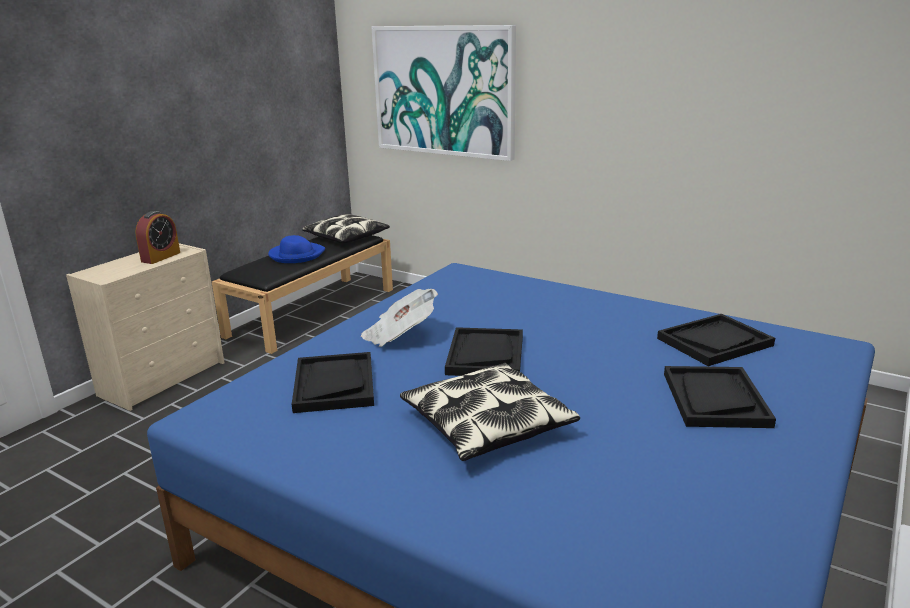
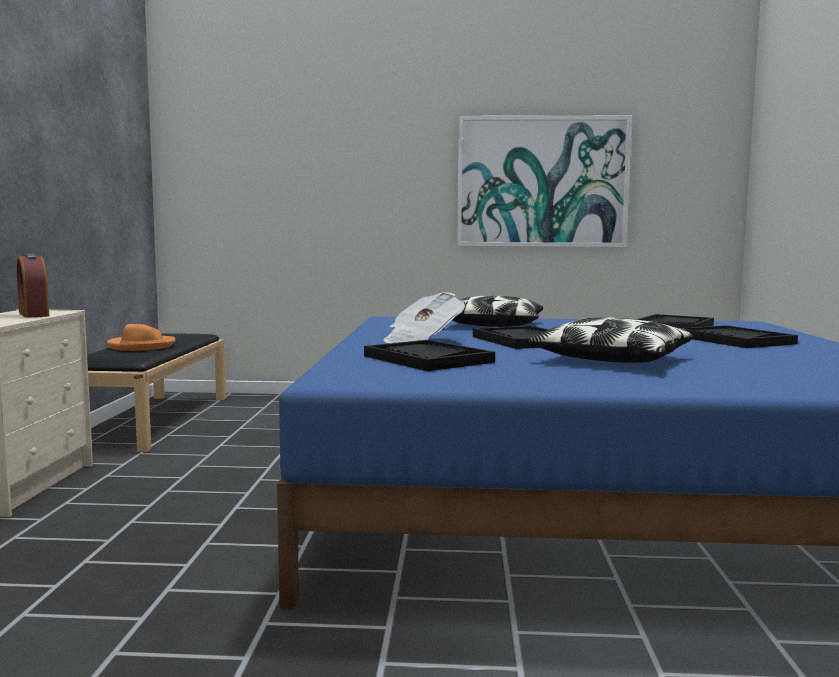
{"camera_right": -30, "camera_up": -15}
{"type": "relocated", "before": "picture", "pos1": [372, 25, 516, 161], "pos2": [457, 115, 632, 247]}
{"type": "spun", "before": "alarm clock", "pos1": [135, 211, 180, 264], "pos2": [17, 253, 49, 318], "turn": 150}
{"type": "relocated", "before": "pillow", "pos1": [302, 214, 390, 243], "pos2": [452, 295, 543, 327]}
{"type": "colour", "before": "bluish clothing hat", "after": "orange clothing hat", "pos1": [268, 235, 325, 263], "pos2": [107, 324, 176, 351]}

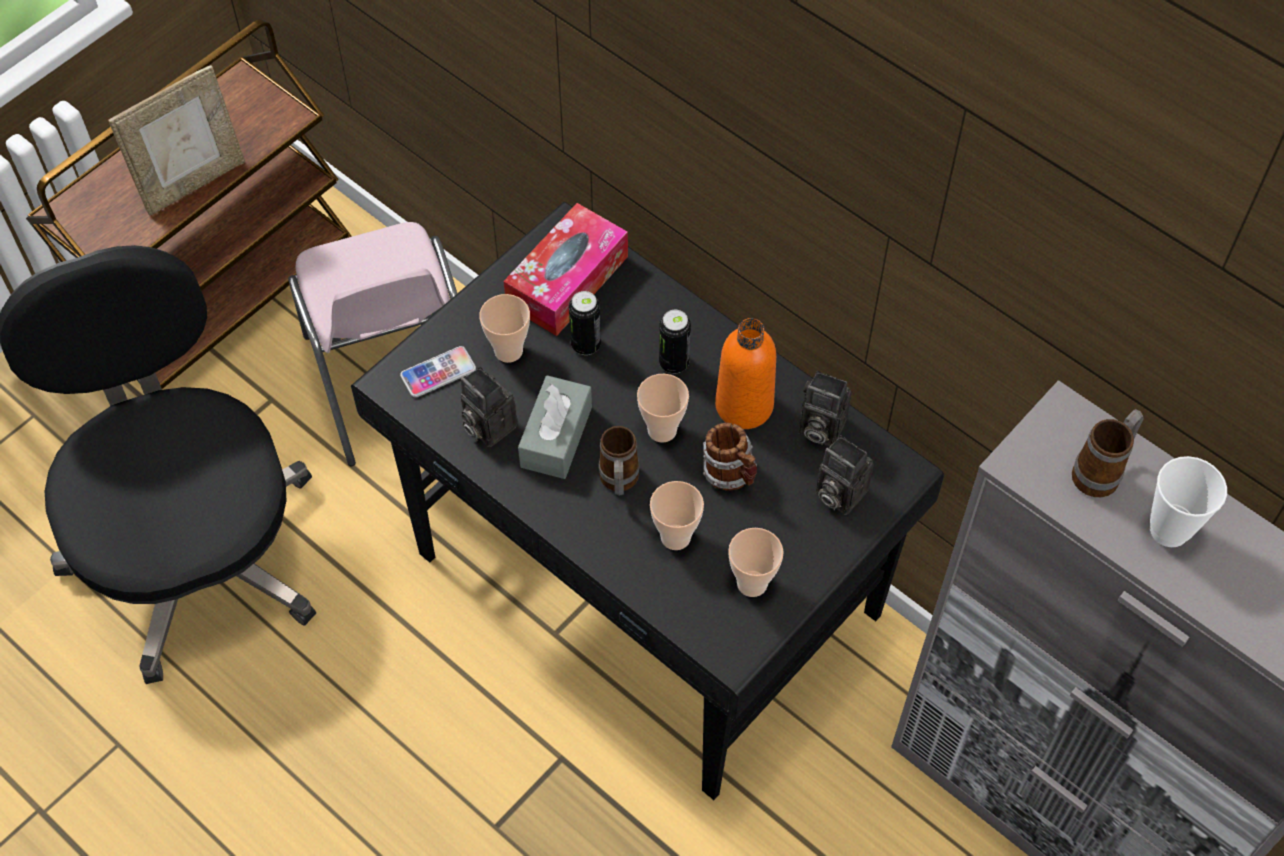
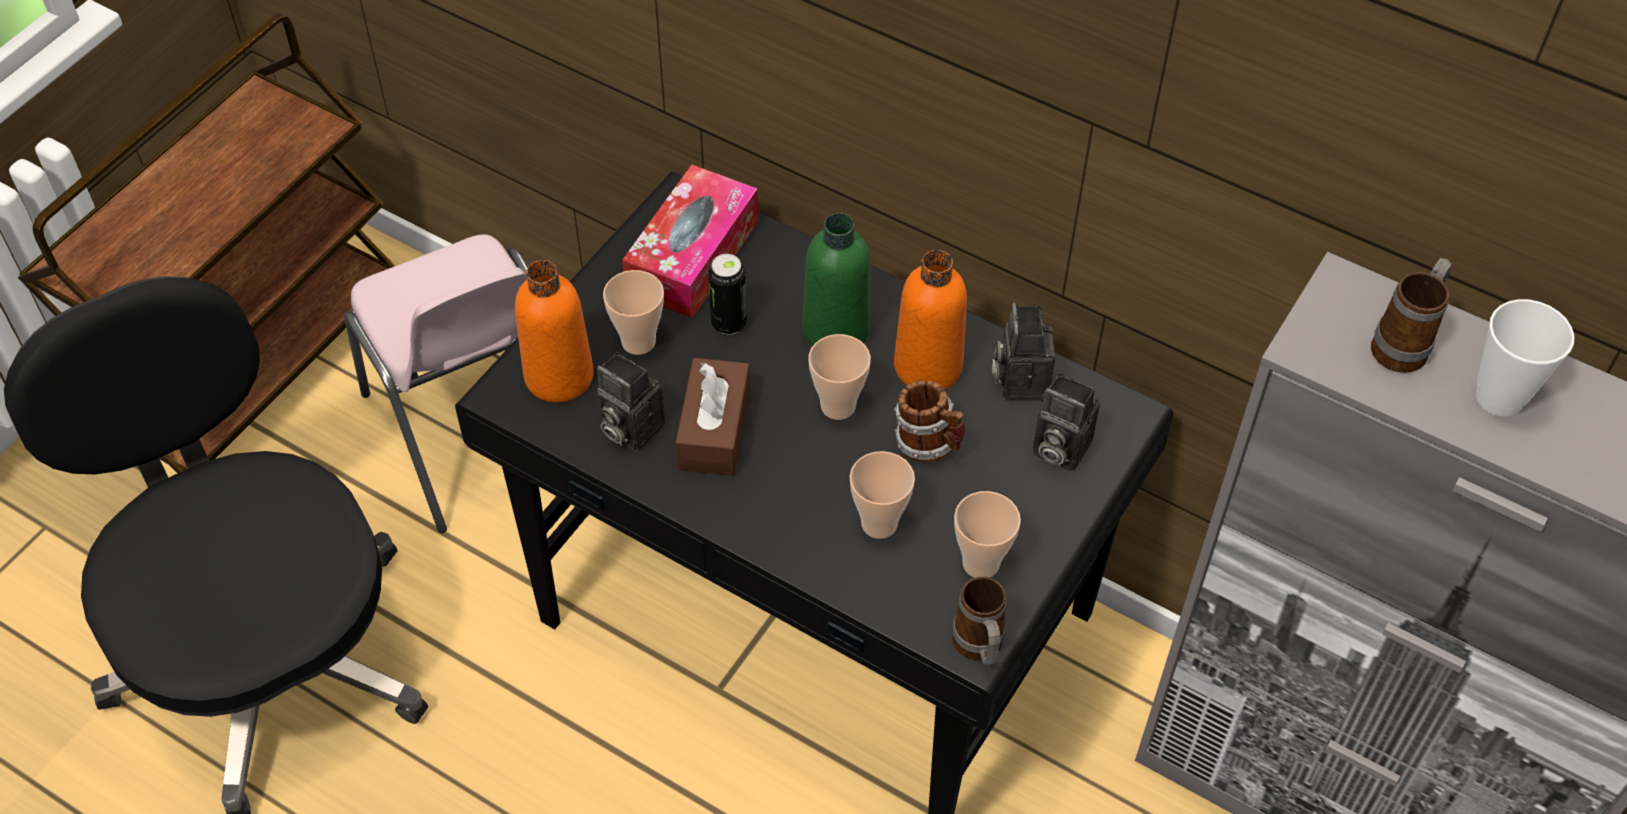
{"camera_right": -10, "camera_up": -5}
{"type": "missing", "before": "standing frame", "pos1": [108, 65, 245, 216]}
{"type": "exchanged", "before": "can", "after": "green drink bottle", "pos1": [659, 310, 691, 374], "pos2": [802, 213, 871, 347]}
{"type": "exchanged", "before": "handset", "after": "orange drink bottle", "pos1": [400, 346, 476, 397], "pos2": [515, 260, 594, 403]}
{"type": "spun", "before": "photo camera", "pos1": [799, 371, 852, 446], "pos2": [992, 303, 1055, 401], "turn": 75}
{"type": "colour", "before": "grey box of tissues", "after": "brownish box of tissues", "pos1": [518, 375, 592, 479], "pos2": [675, 358, 750, 476]}
{"type": "relocated", "before": "coffee mug", "pos1": [599, 426, 640, 496], "pos2": [952, 577, 1007, 666]}

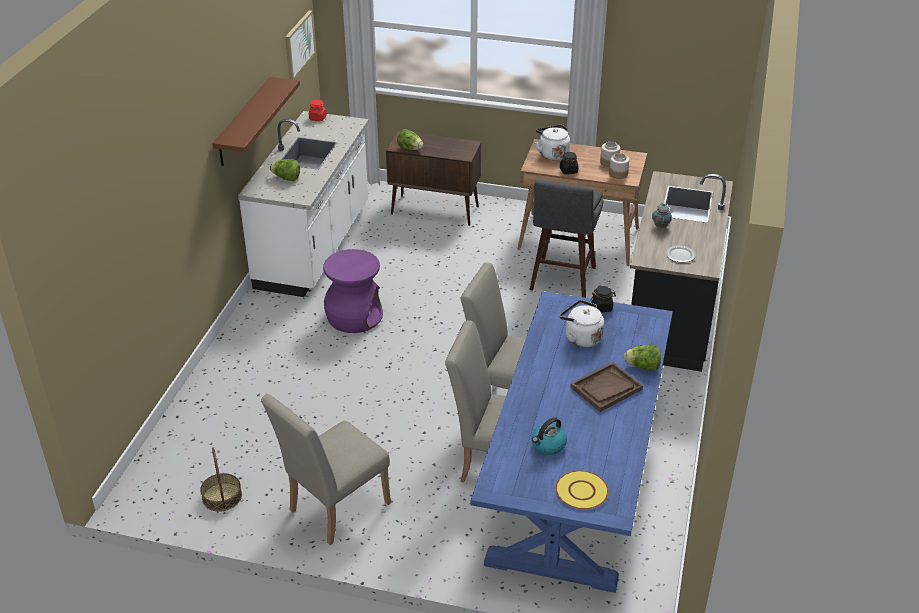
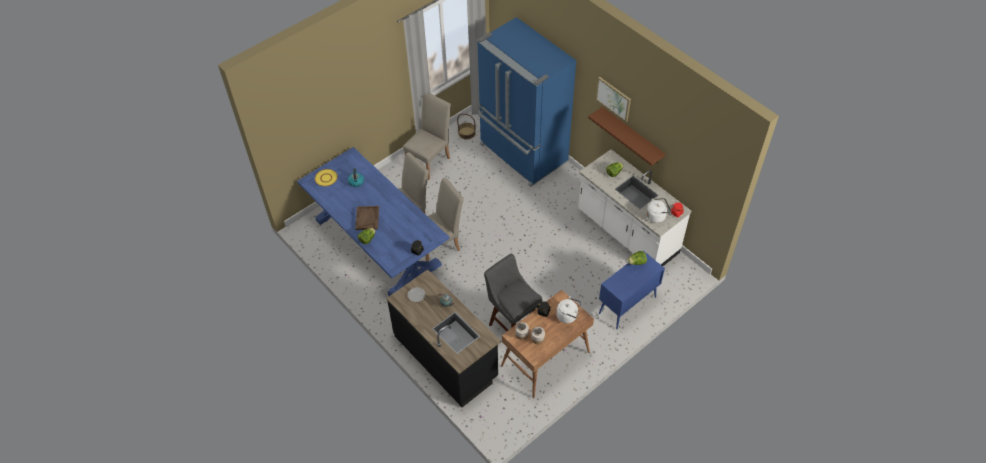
{"camera_right": 125, "camera_up": 15}
{"type": "relocated", "before": "picture", "pos1": [285, 11, 316, 80], "pos2": [596, 77, 631, 122]}
{"type": "colour", "before": "brownish cupboard", "after": "bluish cupboard", "pos1": [386, 131, 481, 226], "pos2": [599, 251, 665, 329]}
{"type": "missing", "before": "purplish stool", "pos1": [323, 249, 383, 333]}
{"type": "relocated", "before": "whitish water kettle", "pos1": [560, 300, 604, 348], "pos2": [646, 198, 671, 223]}
{"type": "spun", "before": "sand-coloured upright chair", "pos1": [261, 394, 391, 545], "pos2": [403, 92, 451, 180], "turn": 45}
{"type": "appeared", "after": "bluish kitchen fridge", "pos2": [477, 17, 576, 187]}

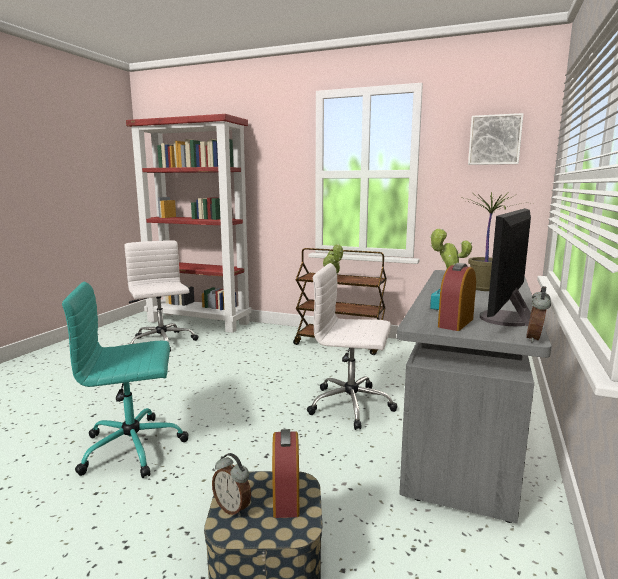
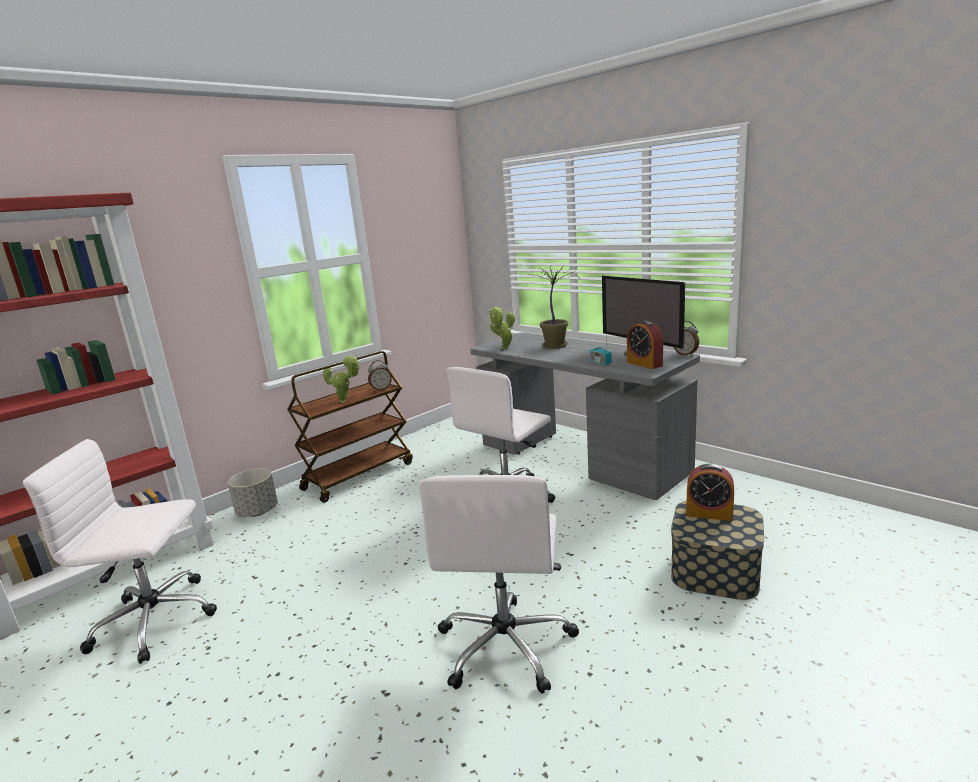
{"camera_right": -65, "camera_up": 5}
{"type": "missing", "before": "picture", "pos1": [468, 113, 524, 165]}
{"type": "colour", "before": "turquoise desk chair", "after": "whitish desk chair", "pos1": [62, 281, 189, 478], "pos2": [418, 475, 579, 694]}
{"type": "relocated", "before": "alarm clock", "pos1": [212, 453, 251, 517], "pos2": [368, 360, 392, 391]}
{"type": "appeared", "after": "grey planter", "pos2": [228, 468, 278, 517]}

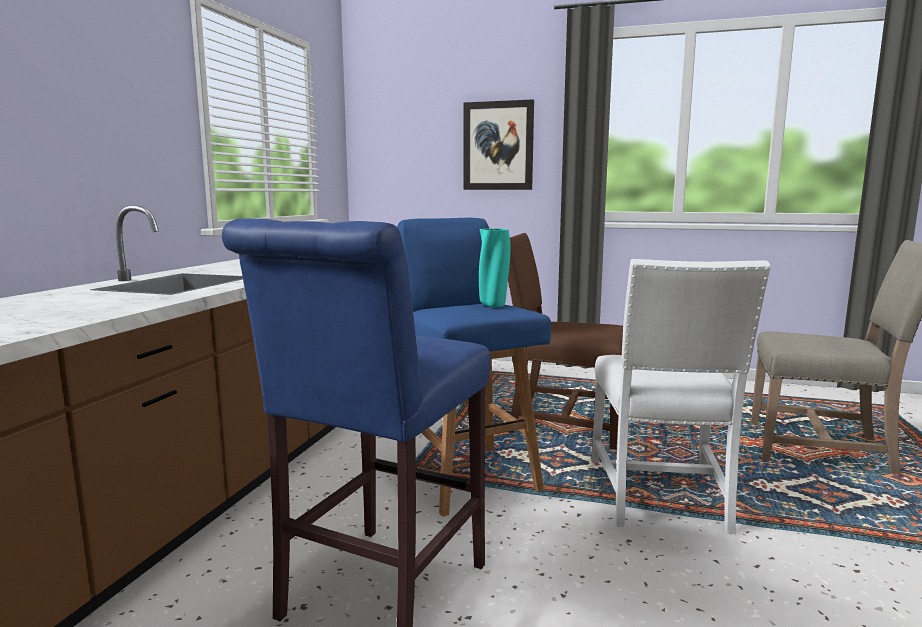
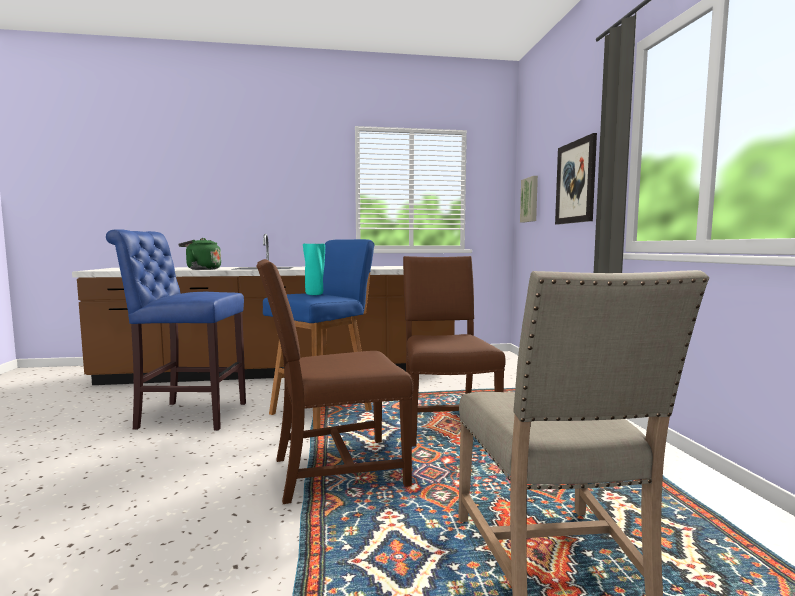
{"camera_right": 65, "camera_up": -5}
{"type": "colour", "before": "whitish upright chair", "after": "brownish upright chair", "pos1": [592, 259, 771, 534], "pos2": [256, 259, 414, 504]}
{"type": "appeared", "after": "picture", "pos2": [520, 176, 538, 223]}
{"type": "appeared", "after": "green water kettle", "pos2": [179, 238, 221, 270]}

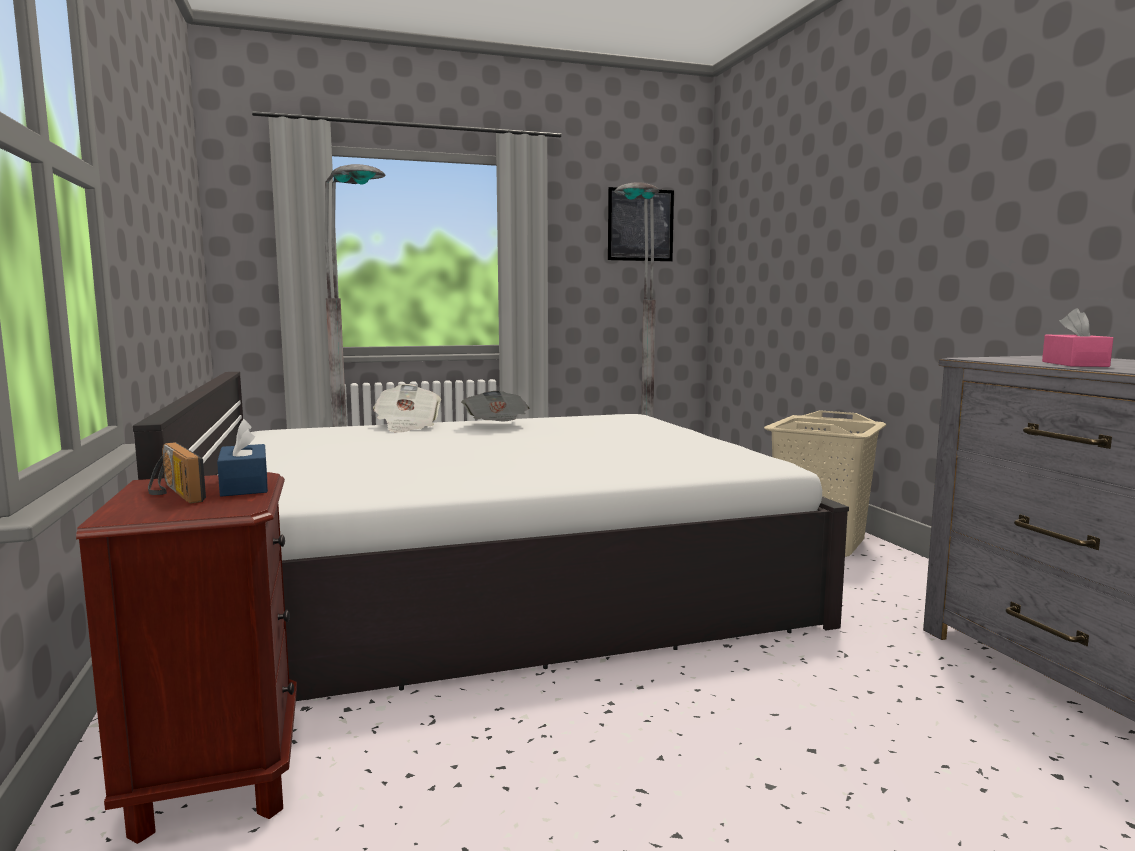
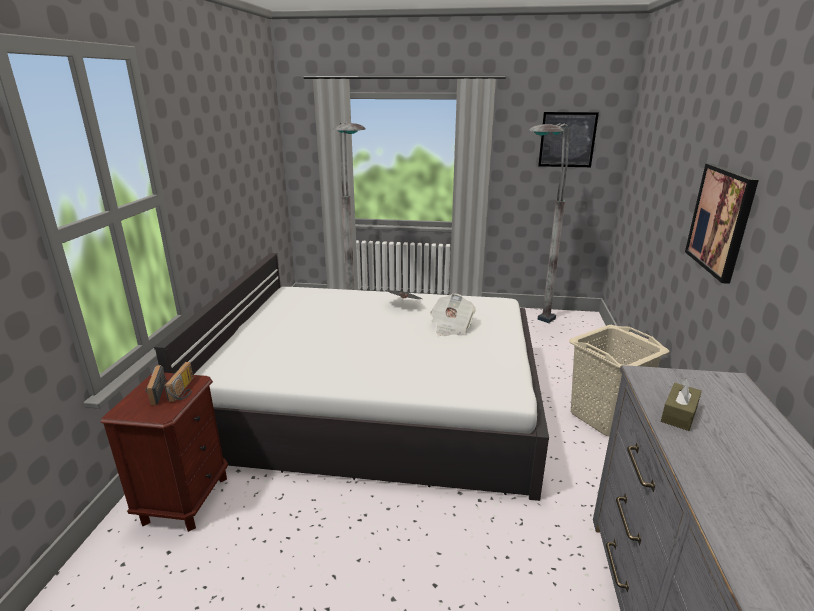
{"camera_right": 25, "camera_up": 15}
{"type": "colour", "before": "pinkish box of tissues", "after": "brownish box of tissues", "pos1": [1042, 308, 1113, 367], "pos2": [661, 378, 702, 431]}
{"type": "relocated", "before": "daily paper", "pos1": [373, 384, 441, 433], "pos2": [430, 294, 476, 336]}
{"type": "exchanged", "before": "bluish box of tissues", "after": "radio receiver", "pos1": [217, 419, 268, 497], "pos2": [164, 362, 193, 402]}
{"type": "appeared", "after": "picture", "pos2": [685, 163, 759, 284]}

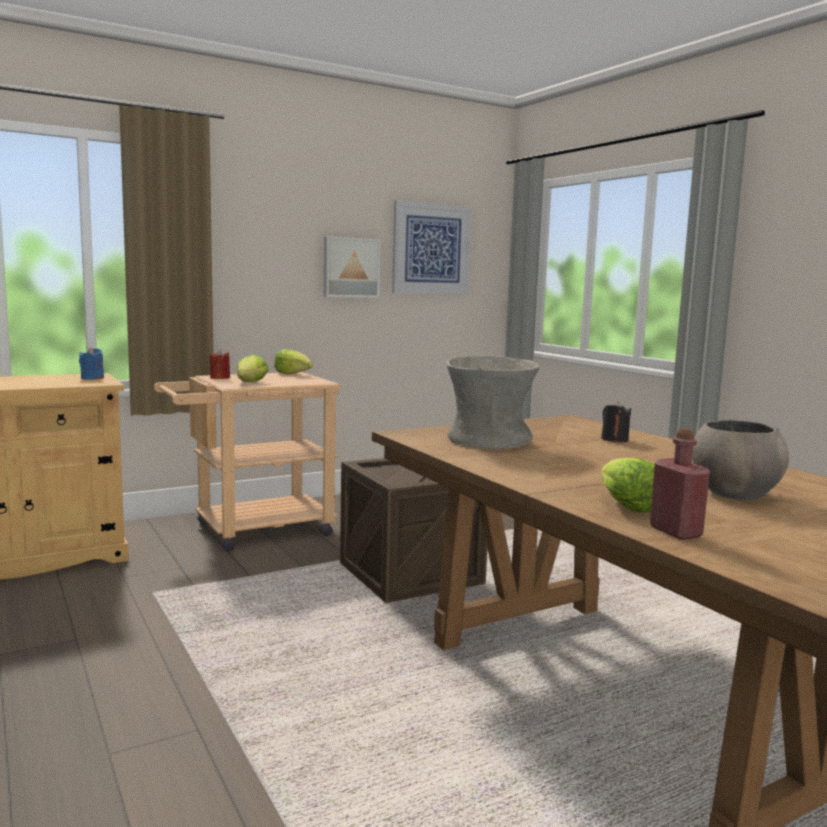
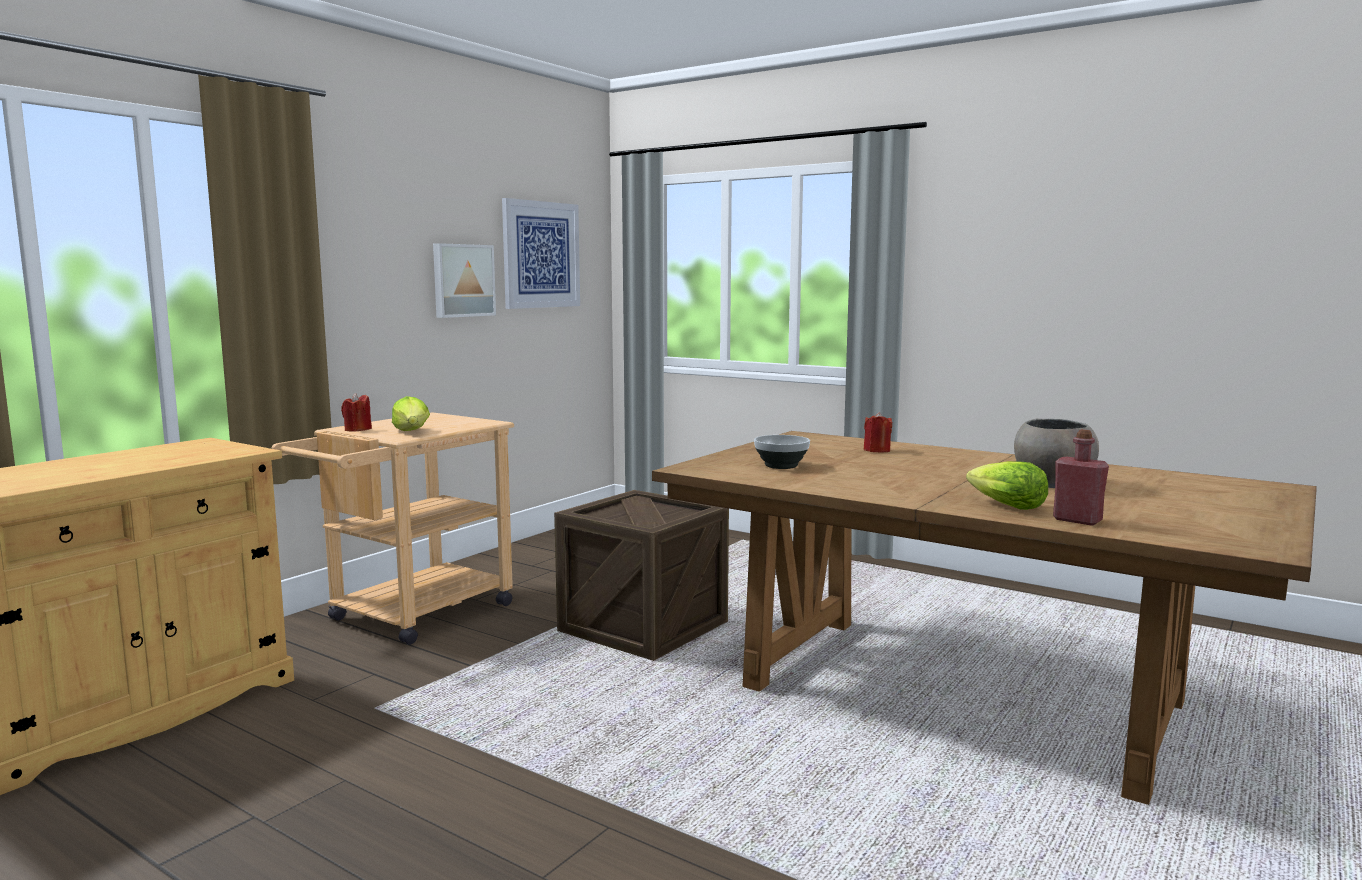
{"camera_right": -25, "camera_up": 0}
{"type": "missing", "before": "bluish candle", "pos1": [79, 347, 104, 380]}
{"type": "missing", "before": "head of lettuce", "pos1": [274, 349, 313, 374]}
{"type": "exchanged", "before": "grey flower vase", "after": "bowl", "pos1": [447, 355, 540, 450], "pos2": [754, 435, 810, 469]}
{"type": "colour", "before": "black-coloured candle", "after": "red candle", "pos1": [601, 401, 632, 442], "pos2": [864, 412, 893, 453]}

